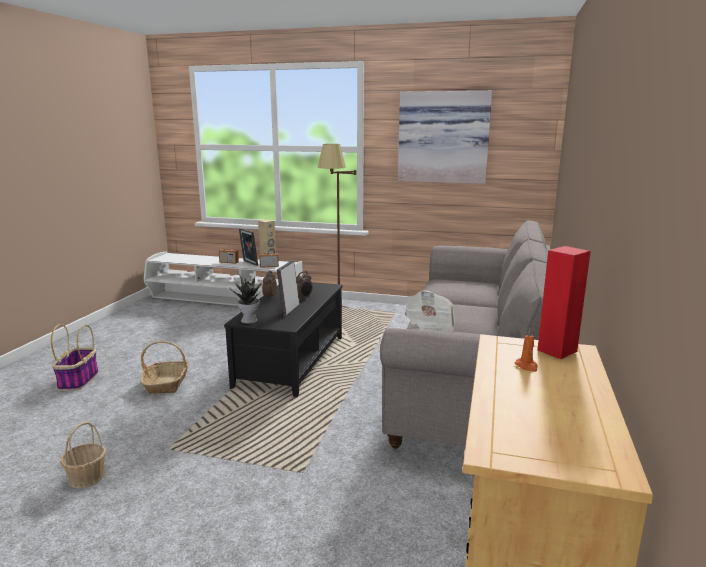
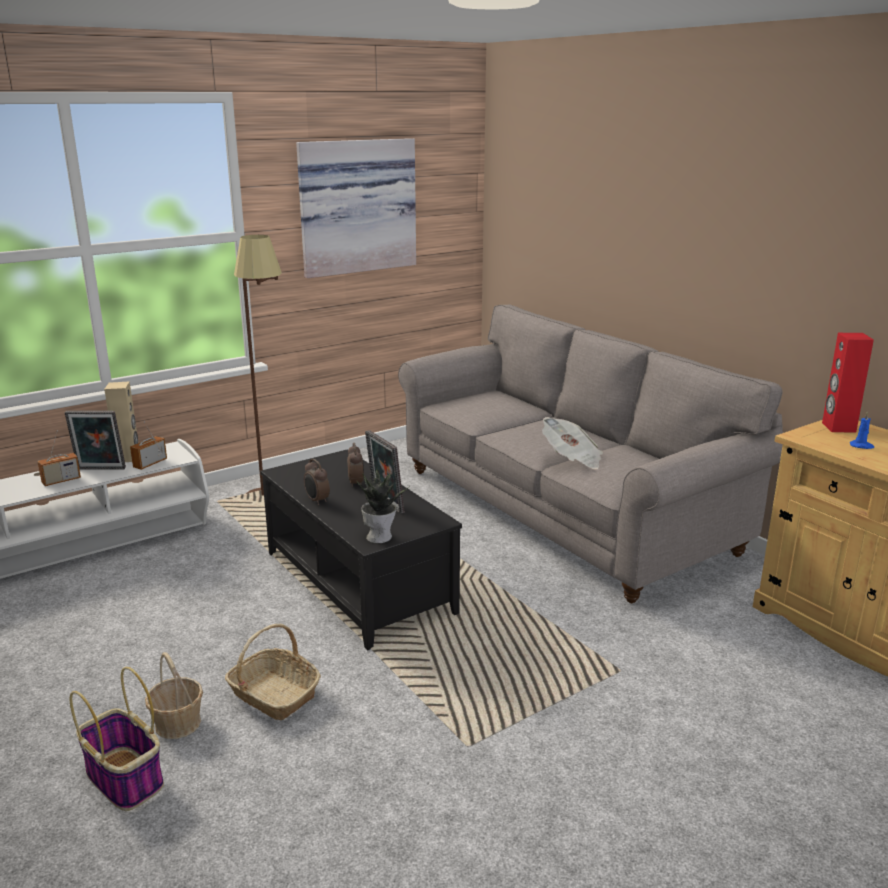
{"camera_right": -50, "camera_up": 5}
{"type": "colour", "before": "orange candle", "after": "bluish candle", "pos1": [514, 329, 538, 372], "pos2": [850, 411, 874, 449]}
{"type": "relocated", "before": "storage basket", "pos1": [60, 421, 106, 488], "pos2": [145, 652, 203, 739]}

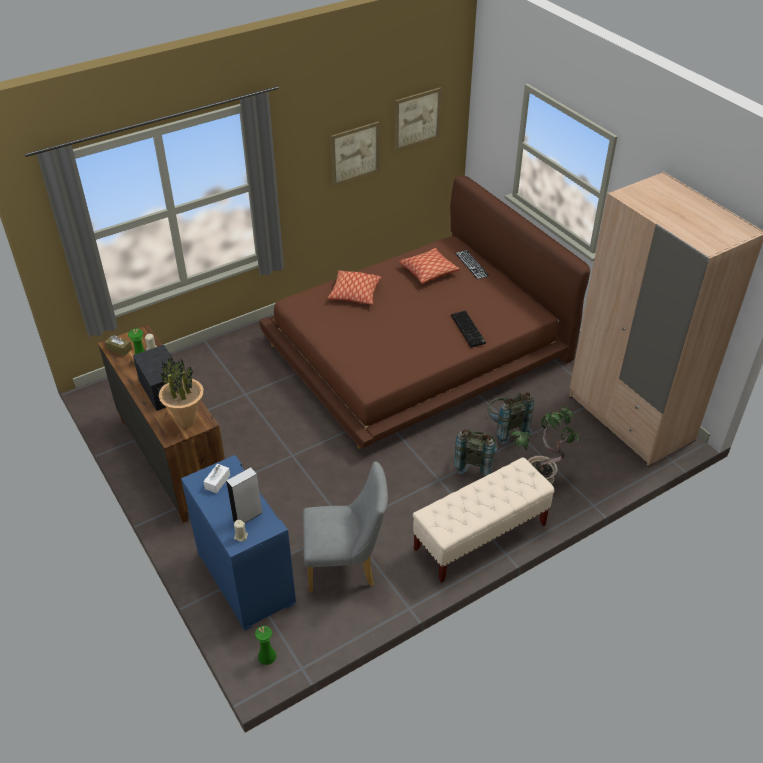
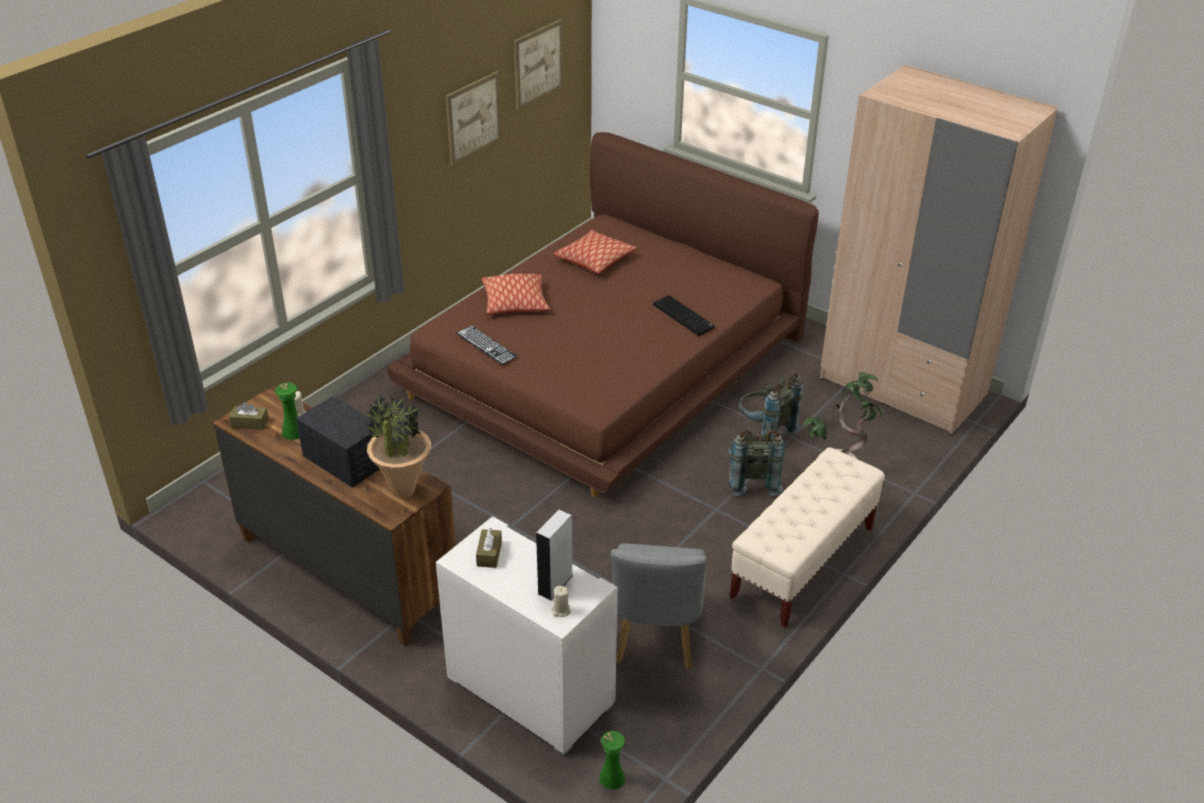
{"camera_right": -20, "camera_up": -5}
{"type": "relocated", "before": "keyboard", "pos1": [455, 250, 489, 279], "pos2": [456, 326, 517, 365]}
{"type": "colour", "before": "bluish drawer chest", "after": "whitish drawer chest", "pos1": [181, 455, 296, 631], "pos2": [436, 517, 618, 756]}
{"type": "spun", "before": "grey upright chair", "pos1": [303, 461, 388, 593], "pos2": [610, 543, 707, 669], "turn": 120}
{"type": "colour", "before": "whitish box of tissues", "after": "brownish box of tissues", "pos1": [203, 464, 230, 493], "pos2": [476, 528, 502, 568]}

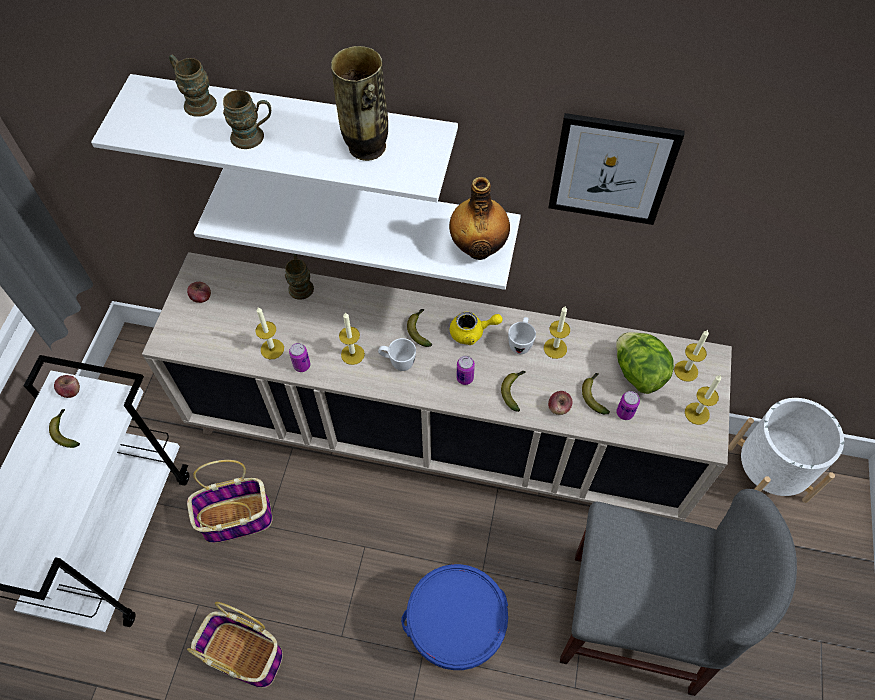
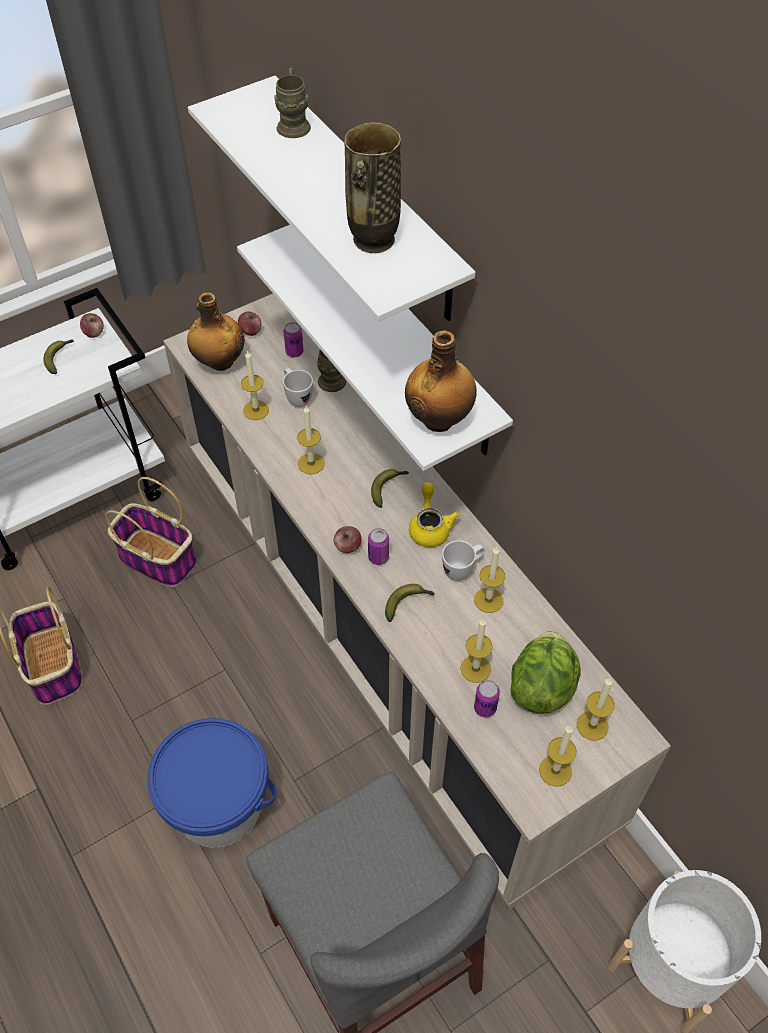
{"camera_right": 45, "camera_up": -5}
{"type": "missing", "before": "brownish coffee mug", "pos1": [223, 90, 271, 149]}
{"type": "missing", "before": "picture", "pos1": [548, 113, 685, 225]}
{"type": "spun", "before": "yellow-coloured teapot", "pos1": [450, 312, 503, 345], "pos2": [409, 482, 460, 547], "turn": -135}
{"type": "relocated", "before": "whitish coffee mug", "pos1": [378, 338, 416, 371], "pos2": [283, 368, 313, 407]}
{"type": "relocated", "before": "can", "pos1": [289, 343, 310, 372], "pos2": [284, 322, 304, 357]}
{"type": "exchanged", "before": "whole banana", "after": "candle", "pos1": [582, 373, 610, 414], "pos2": [460, 619, 493, 683]}
{"type": "relocated", "before": "apple fruit", "pos1": [548, 391, 572, 415], "pos2": [334, 526, 362, 553]}
{"type": "appeared", "after": "drink bottle", "pos2": [187, 293, 245, 371]}

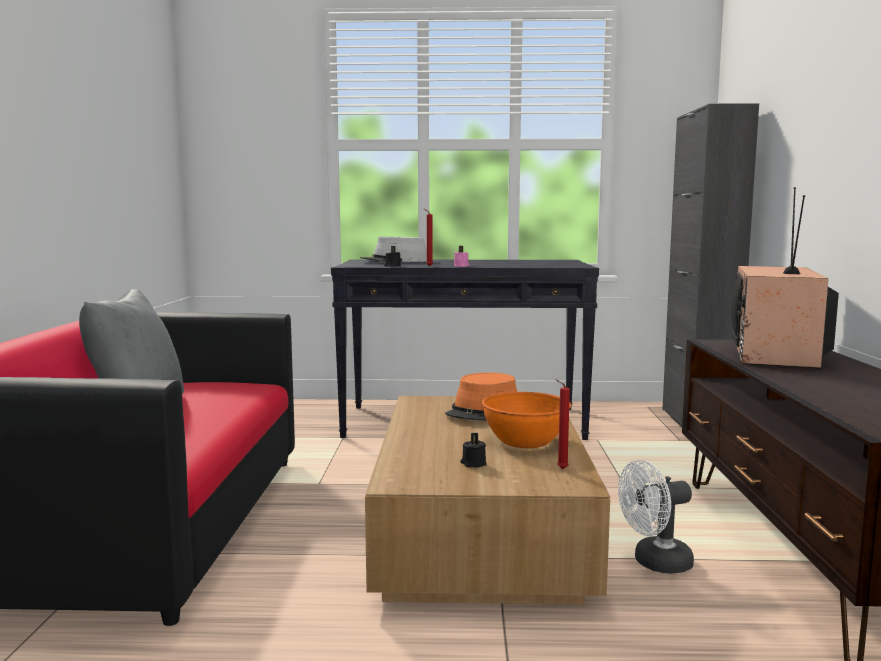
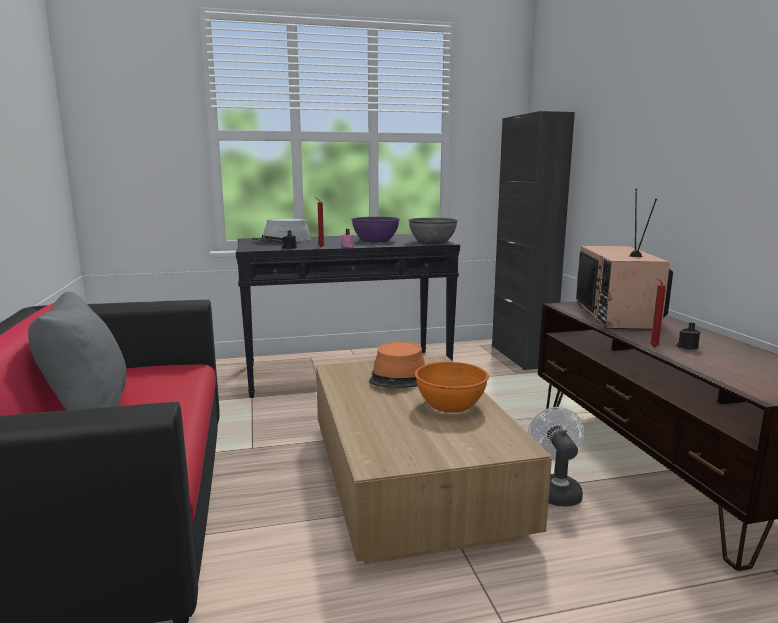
{"camera_right": -15, "camera_up": 5}
{"type": "relocated", "before": "red candle", "pos1": [555, 379, 570, 469], "pos2": [650, 278, 666, 348]}
{"type": "relocated", "before": "black-coloured candle", "pos1": [461, 433, 487, 467], "pos2": [677, 322, 701, 350]}
{"type": "spun", "before": "whitish electric fan", "pos1": [618, 460, 694, 574], "pos2": [527, 407, 584, 506], "turn": 120}
{"type": "appeared", "after": "purplish bowl", "pos2": [351, 217, 400, 242]}
{"type": "appeared", "after": "grey bowl", "pos2": [408, 218, 458, 244]}

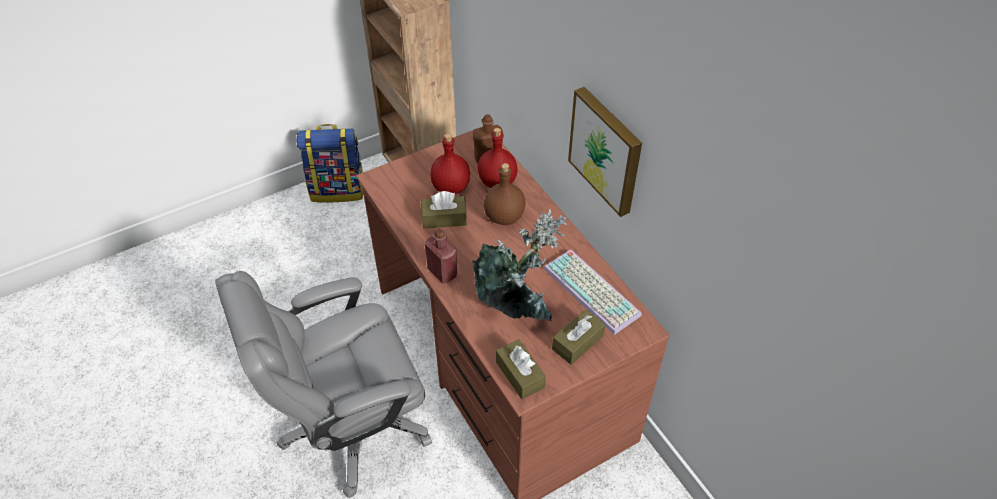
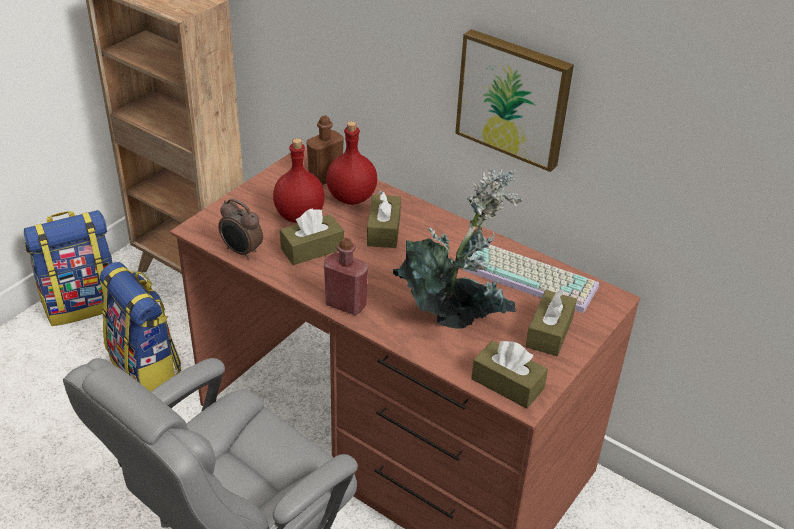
{"camera_right": -25, "camera_up": -10}
{"type": "exchanged", "before": "brownish drink bottle", "after": "brownish box of tissues", "pos1": [484, 163, 526, 225], "pos2": [367, 190, 401, 248]}
{"type": "appeared", "after": "alarm clock", "pos2": [218, 199, 263, 260]}
{"type": "appeared", "after": "backpack", "pos2": [100, 262, 181, 392]}

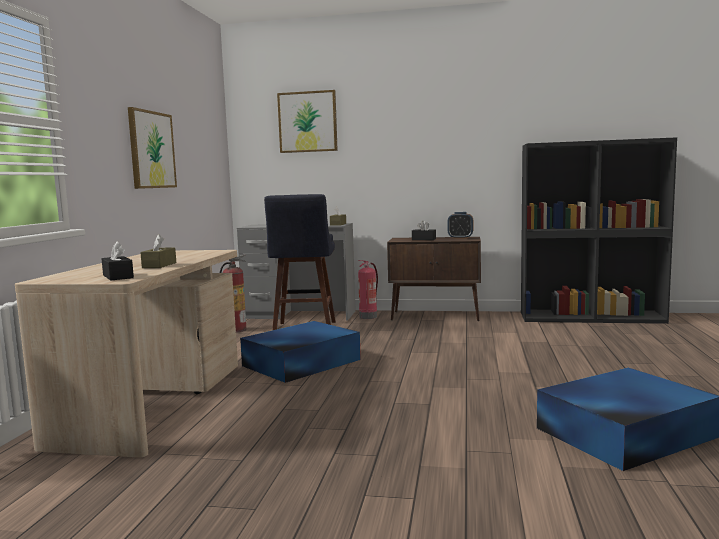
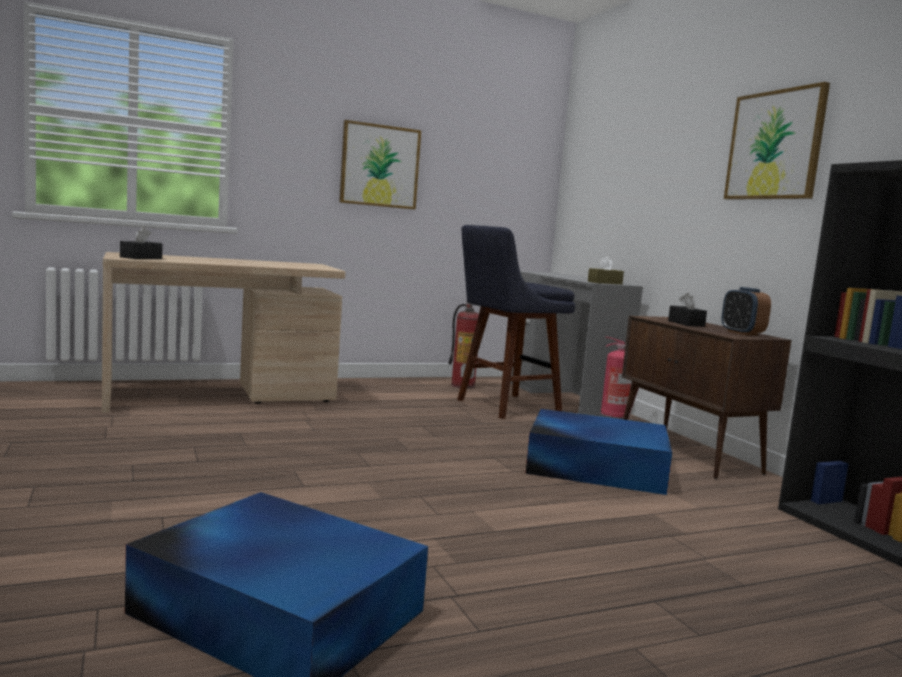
{"camera_right": 55, "camera_up": 0}
{"type": "relocated", "before": "picture", "pos1": [277, 90, 338, 153], "pos2": [724, 82, 830, 200]}
{"type": "missing", "before": "brownish box of tissues", "pos1": [140, 234, 176, 268]}
{"type": "relocated", "before": "bluish storage container", "pos1": [240, 321, 361, 383], "pos2": [525, 409, 672, 495]}

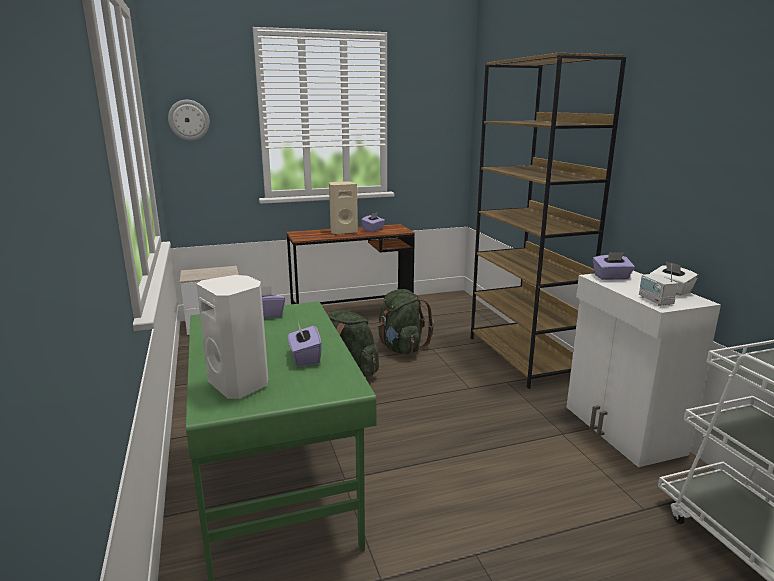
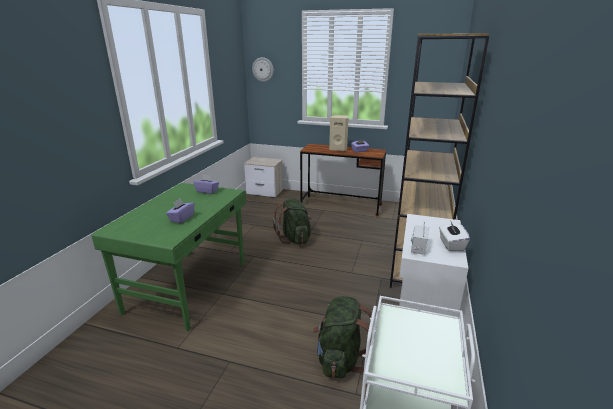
{"camera_right": 35, "camera_up": 5}
{"type": "missing", "before": "purplish box of tissues", "pos1": [593, 252, 635, 280]}
{"type": "missing", "before": "whitish loudspeaker", "pos1": [196, 275, 268, 399]}
{"type": "relocated", "before": "green backpack", "pos1": [377, 289, 434, 354], "pos2": [313, 296, 372, 378]}

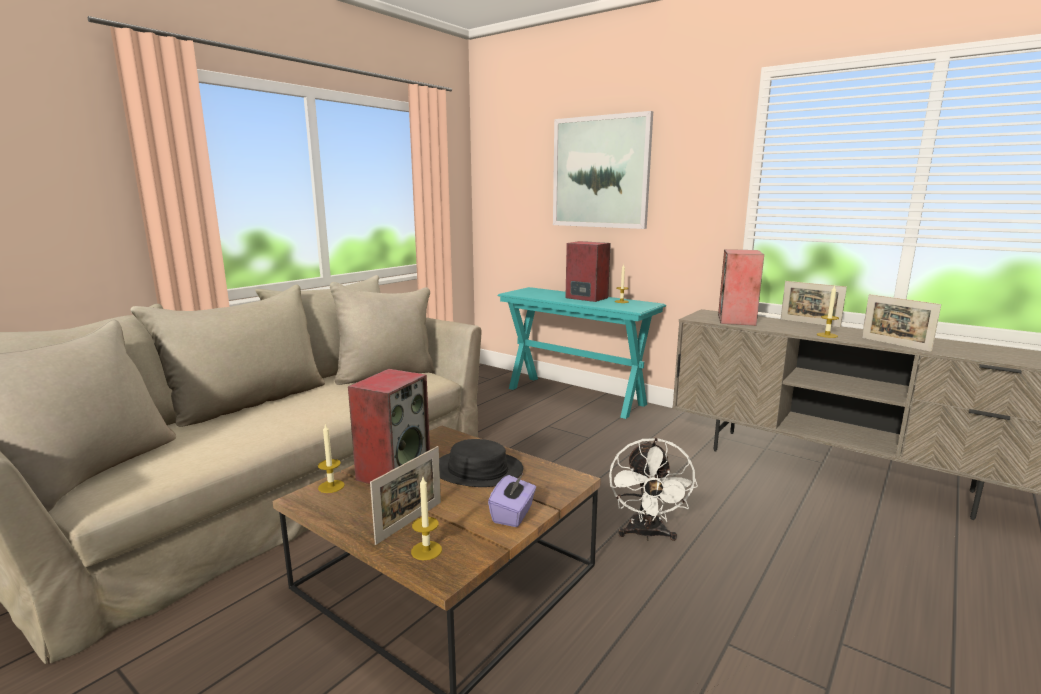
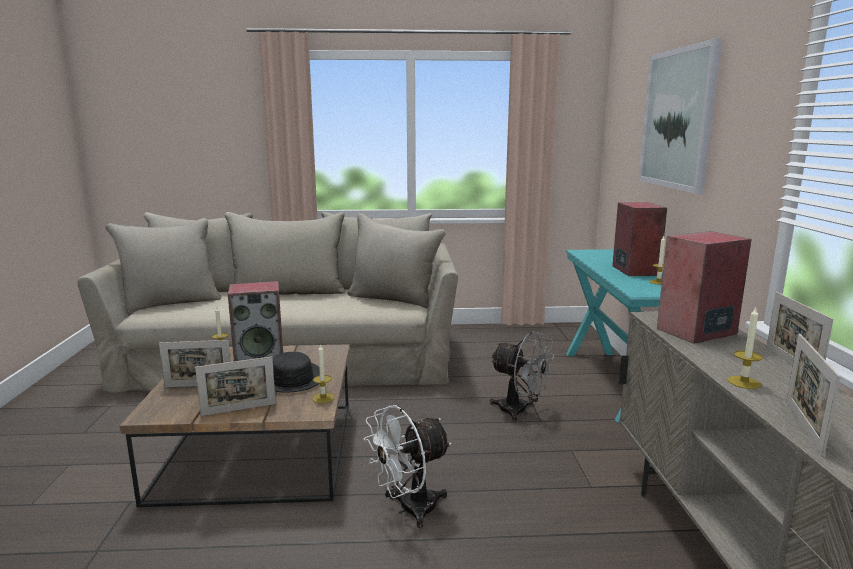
{"camera_right": 50, "camera_up": 0}
{"type": "exchanged", "before": "purplish box of tissues", "after": "standing frame", "pos1": [488, 474, 536, 527], "pos2": [195, 357, 276, 416]}
{"type": "relocated", "before": "candle", "pos1": [411, 477, 442, 560], "pos2": [312, 344, 334, 403]}
{"type": "appeared", "after": "grey electric fan", "pos2": [490, 331, 554, 422]}

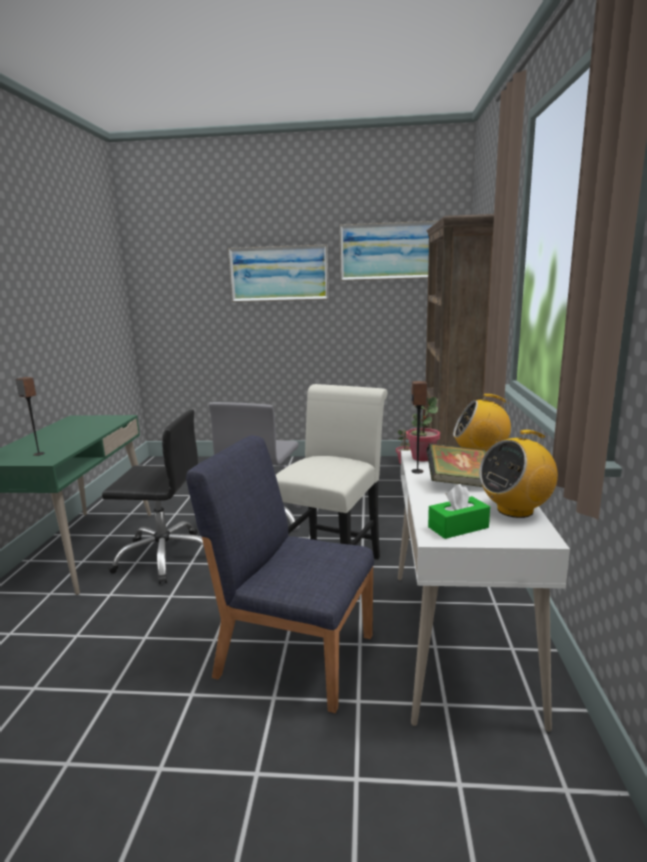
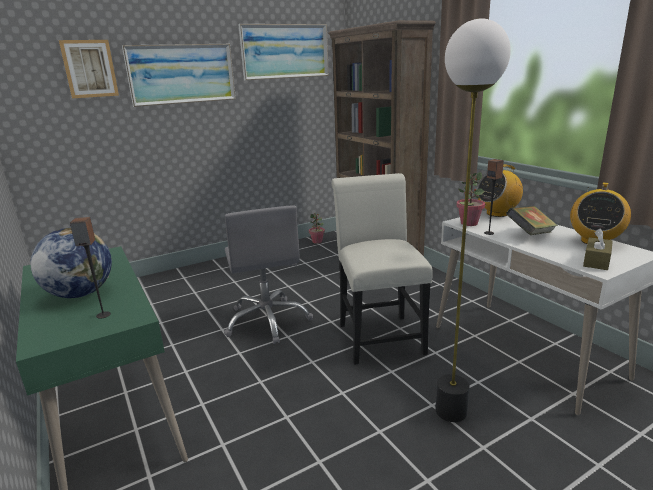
{"camera_right": -35, "camera_up": 5}
{"type": "missing", "before": "black-coloured desk chair", "pos1": [102, 409, 204, 584]}
{"type": "exchanged", "before": "bluish upright chair", "after": "floor lamp", "pos1": [186, 435, 374, 713], "pos2": [435, 19, 511, 422]}
{"type": "colour", "before": "green box of tissues", "after": "brownish box of tissues", "pos1": [428, 484, 490, 539], "pos2": [583, 229, 613, 270]}
{"type": "appeared", "after": "picture", "pos2": [59, 40, 119, 98]}
{"type": "appeared", "after": "desk globe", "pos2": [30, 228, 112, 298]}

